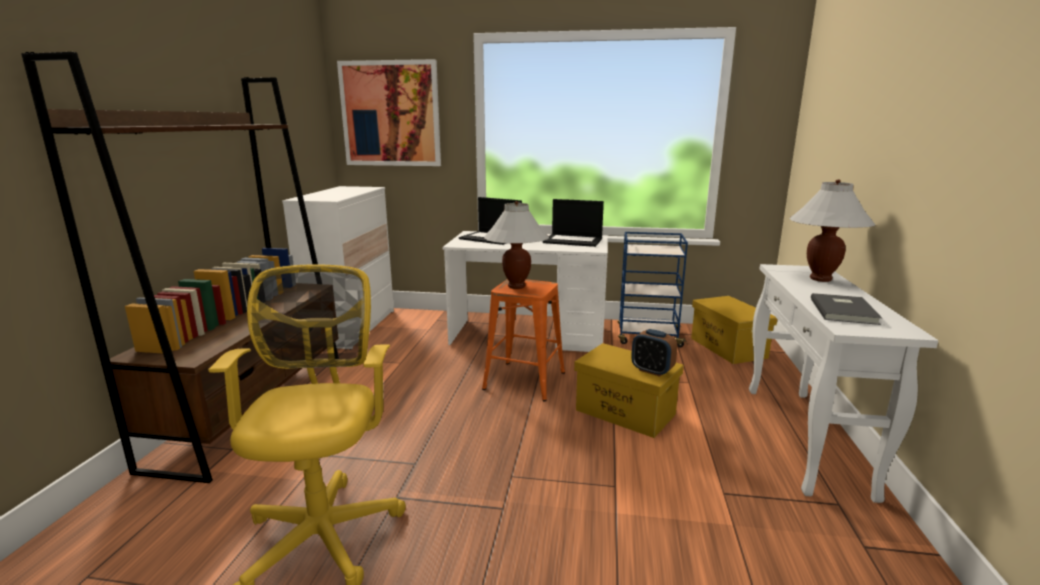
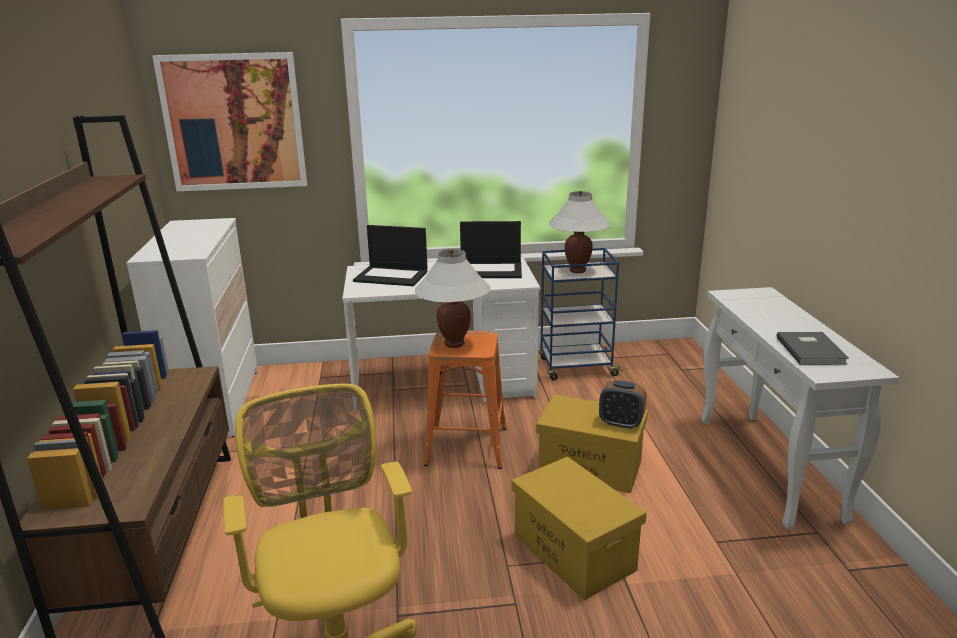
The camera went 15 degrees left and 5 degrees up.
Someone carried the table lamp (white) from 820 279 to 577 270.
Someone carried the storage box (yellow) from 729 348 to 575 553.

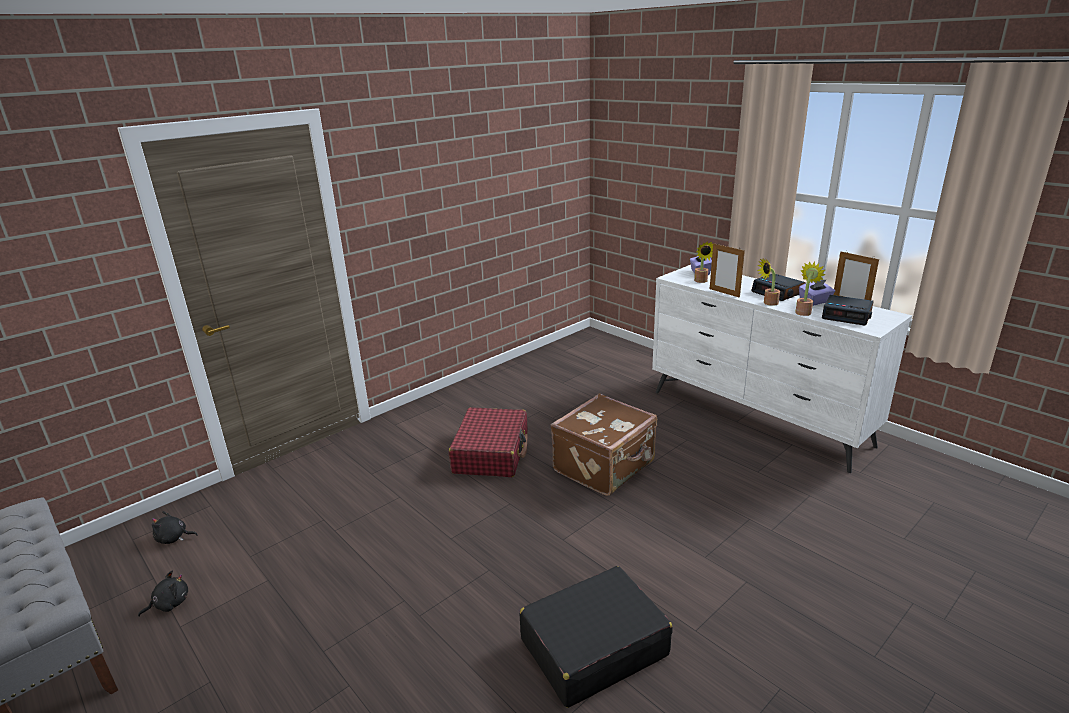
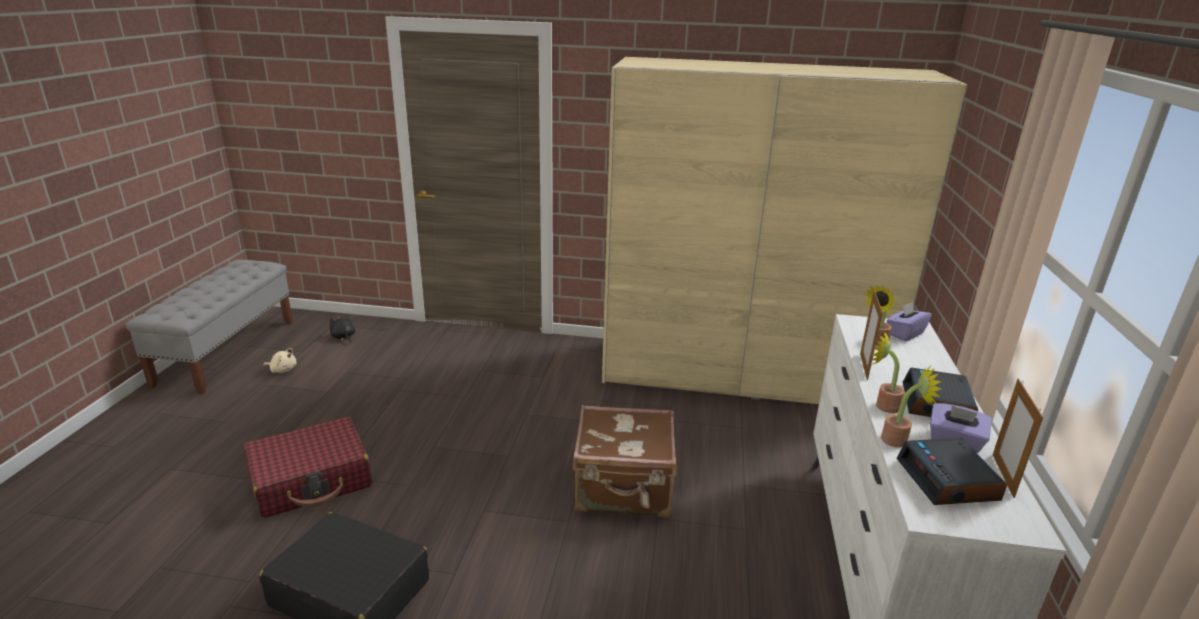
The camera went 50 degrees right and 0 degrees up.
Someone carried the suitcase (red) from 491 453 to 312 480.
Someone repainted the plush toy (black) at 169 604, which became the plush toy (beige) at 282 370.
Someone put down the wardrobe (beige) at 740 375.

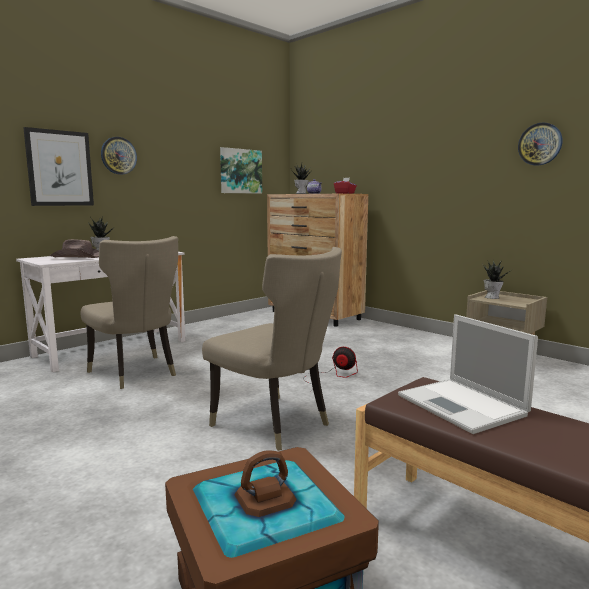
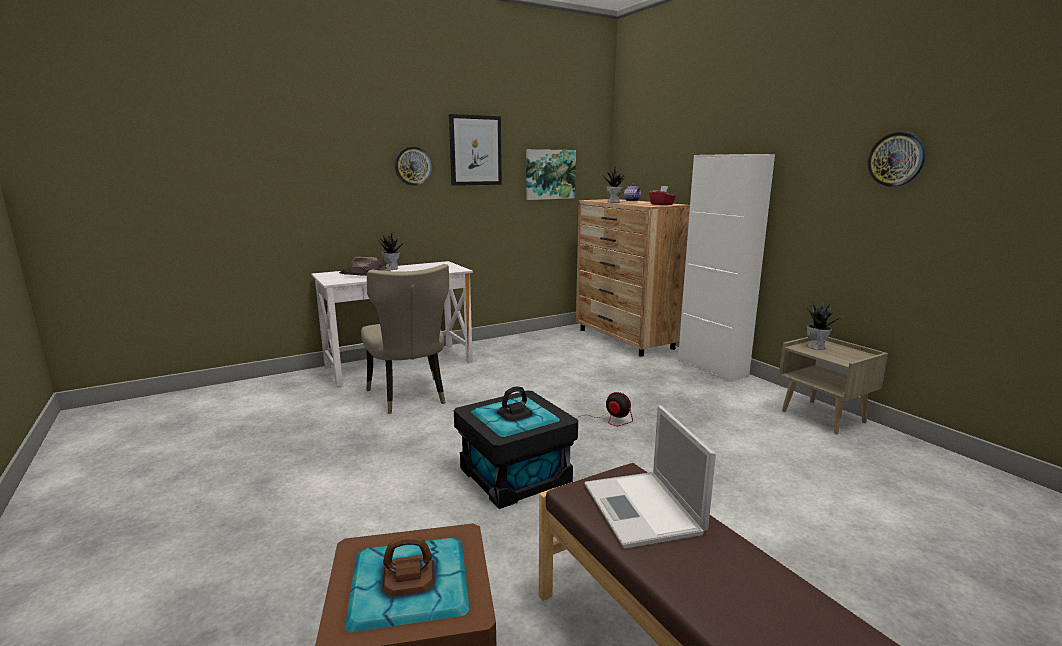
The camera went 15 degrees right and 5 degrees up.
Someone carried the picture from 59 168 to 475 150.
Someone swapped the chair (beige) at 276 424 for the storage box (black) at 515 475.
Someone put down the cabinet (white) at 712 368.

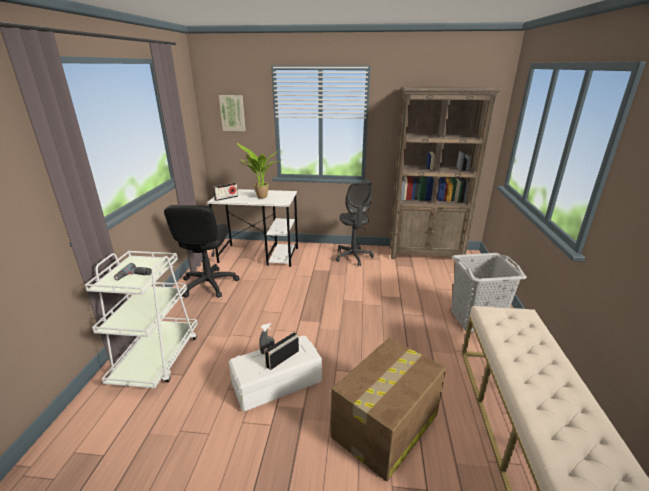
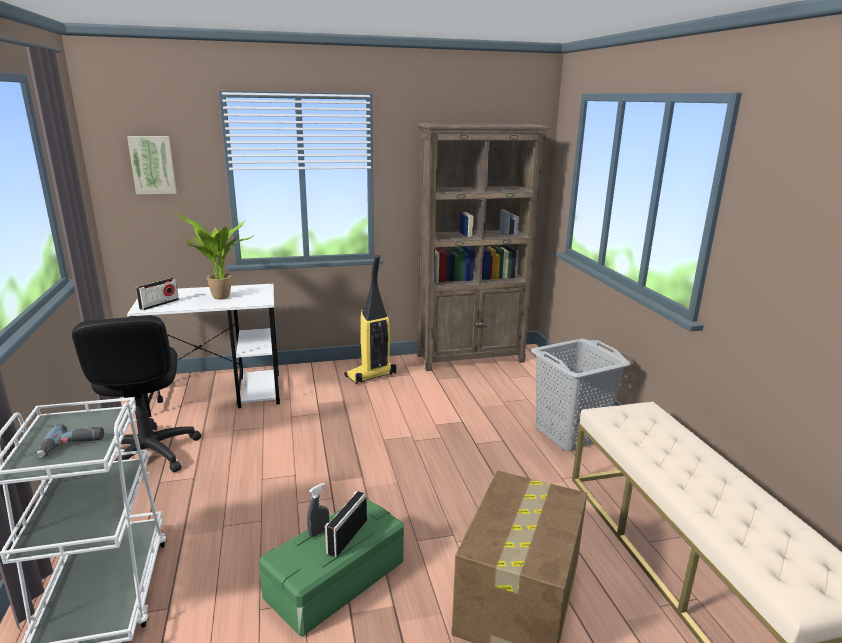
The camera went 20 degrees left and 5 degrees down.
Someone swapped the office chair (grey) at 353 257 for the vacuum cleaner at 370 376.
Someone repainted the storage box (white) at 276 383, which became the storage box (green) at 336 581.

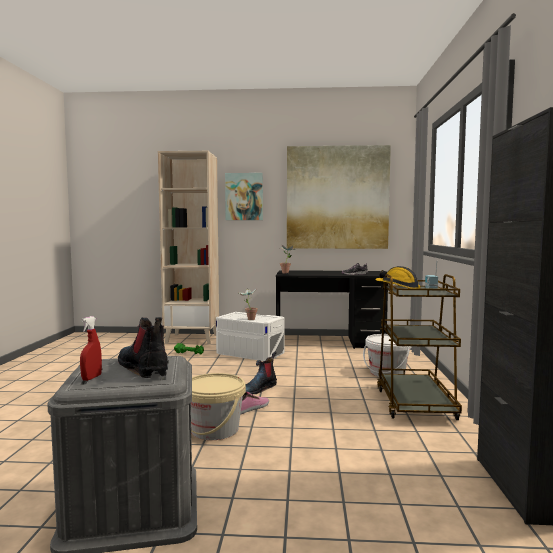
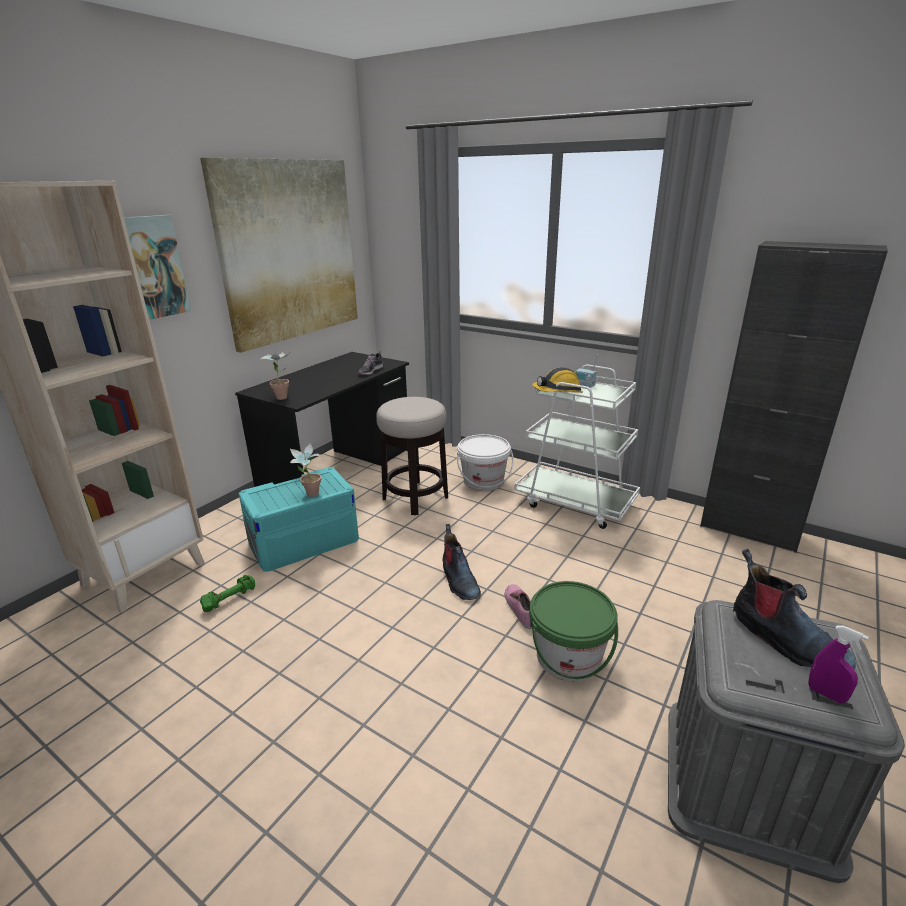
The camera went 60 degrees left and 20 degrees up.
Someone repainted the cart (brown) at 414 403, which became the cart (white) at 575 502.
Someone repainted the storage box (white) at 250 353, which became the storage box (turquoise) at 304 541.
Someone repainted the spray bottle (red) at 91 378, which became the spray bottle (purple) at 826 694.
Someone rotated the boot at 144 369 by 120 degrees counterclockwise.
Someone repainted the bucket (beige) at 214 429, which became the bucket (green) at 568 657.
Someone put down the stool at 415 498.

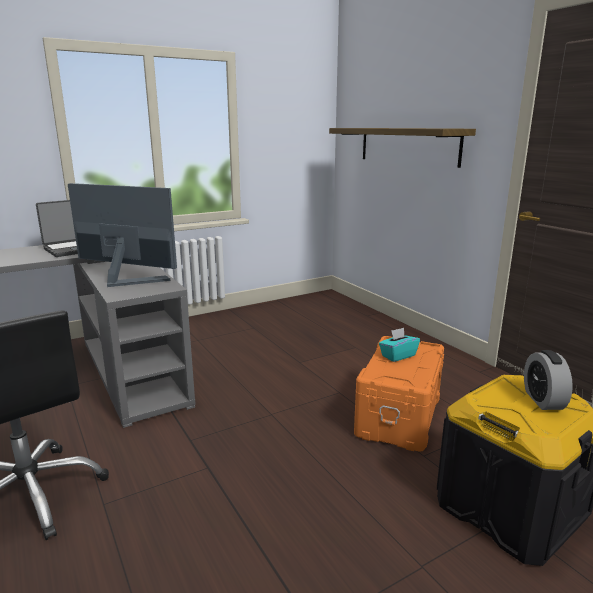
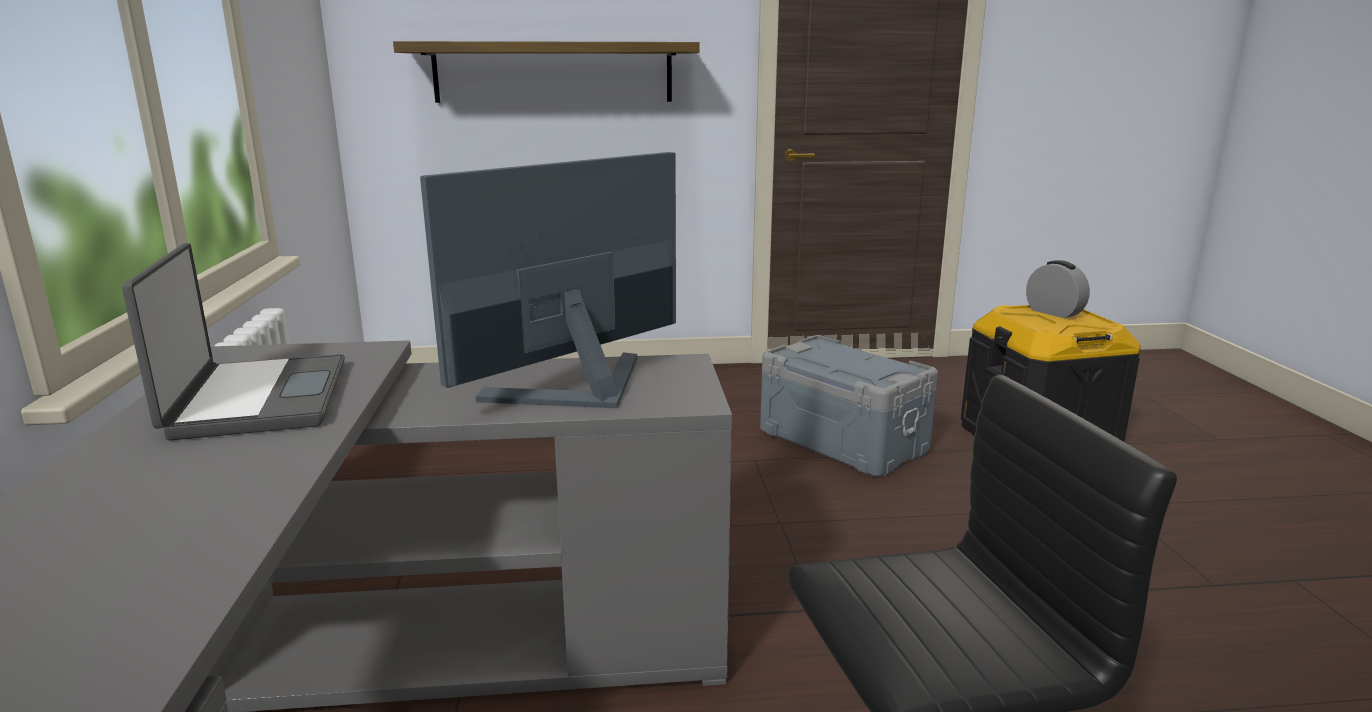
The camera went 65 degrees left and 0 degrees up.
Someone took away the tissue box (turquoise) at 398 355.
Someone repainted the storage box (orange) at 400 416, which became the storage box (grey) at 843 440.
Someone rotated the alarm clock at 543 400 by 150 degrees counterclockwise.

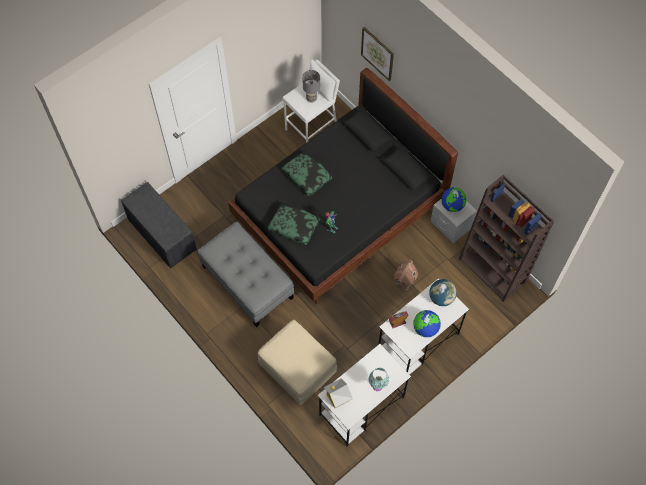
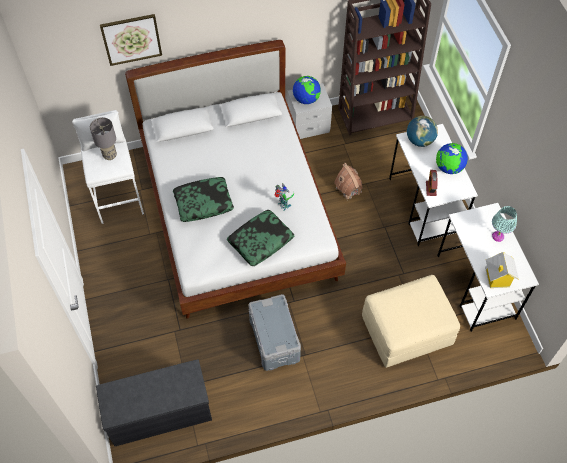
The camera went 65 degrees left and 5 degrees down.
Someone repainted the bed (black) at 339 212, which became the bed (white) at 238 214.
Someone swapped the ottoman (grey) at 248 281 for the storage box (grey) at 275 339.

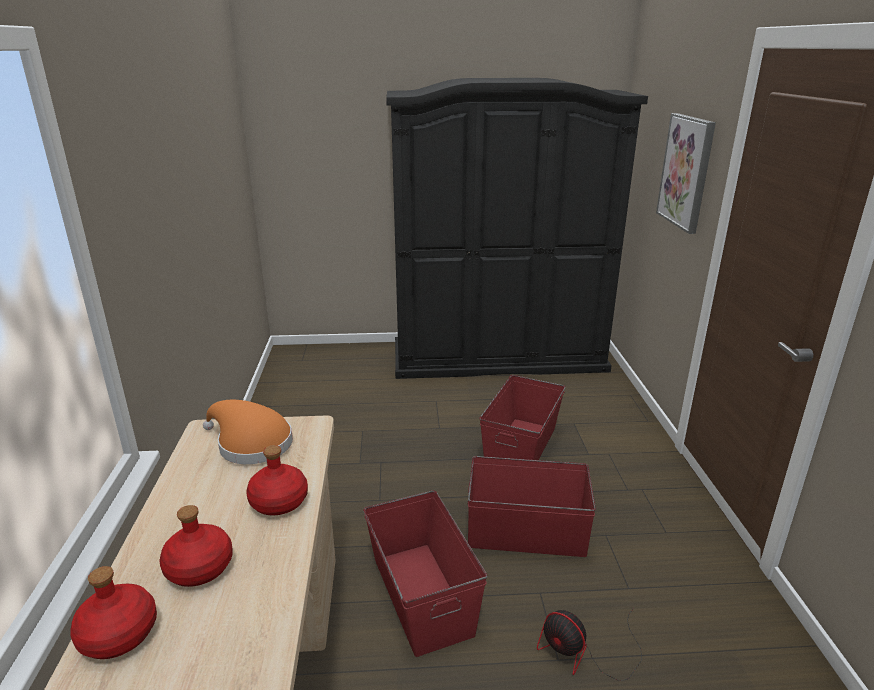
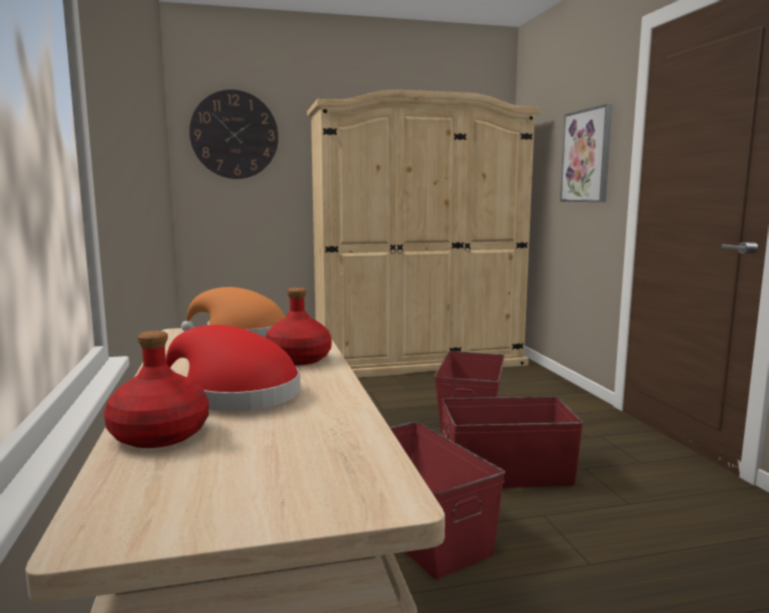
The camera went 10 degrees left and 15 degrees down.
Someone repainted the wardrobe (black) at 498 357, which became the wardrobe (beige) at 418 361.
Someone swapped the bottle (red) at 199 568 for the hat (red) at 234 395.
Someone took away the fan at 584 653.
Someone put up the wall clock at 234 135.

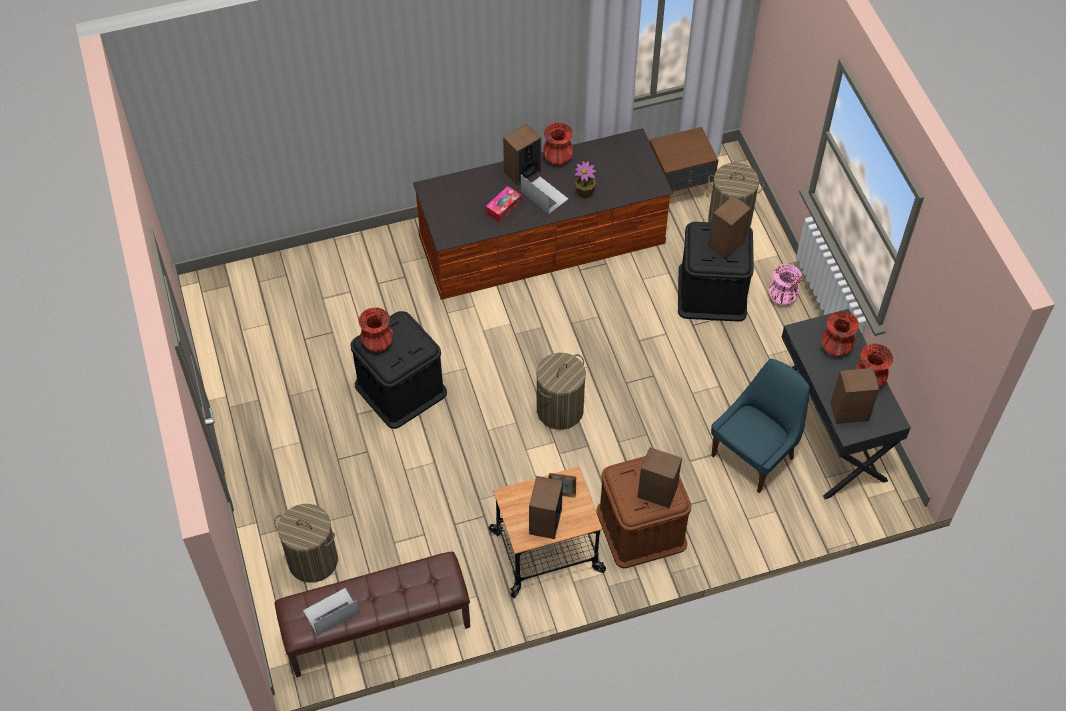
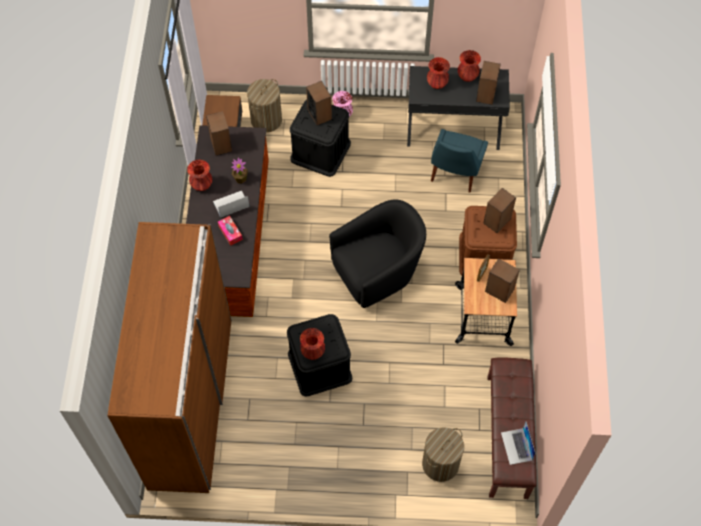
The camera went 70 degrees left and 5 degrees up.
Someone carried the speaker from 522 171 to 221 145.
Someone swapped the laundry basket at 560 410 for the armchair (black) at 378 271.
Someone rotated the chair (blue) at 754 455 by 135 degrees counterclockwise.
Someone put down the wardrobe (brown) at 190 402.

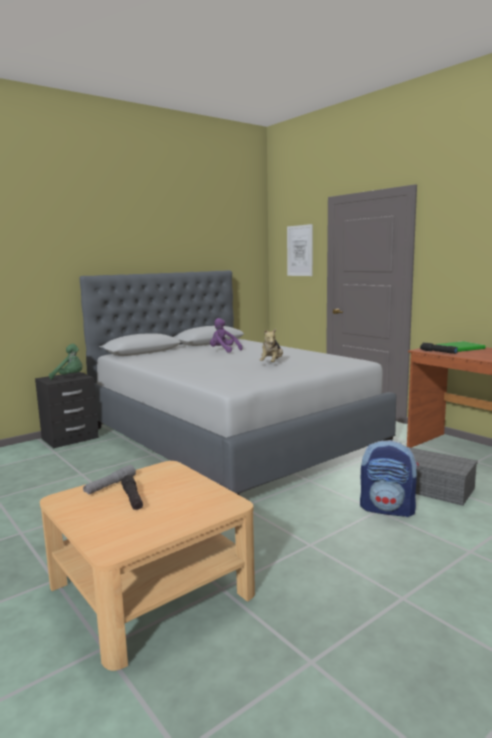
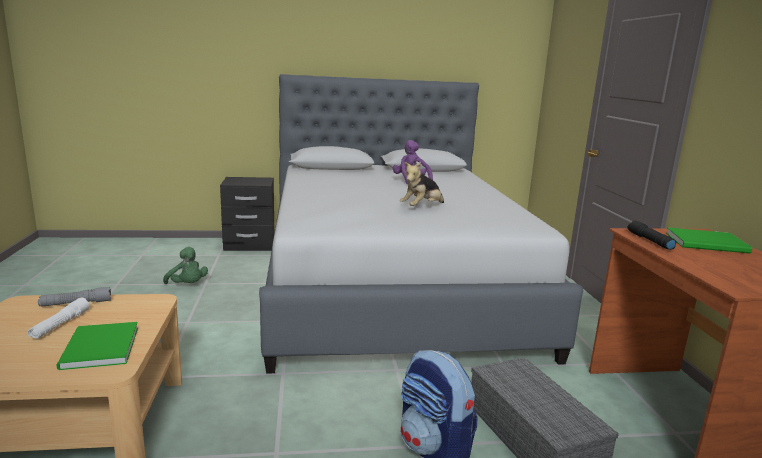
The camera went 30 degrees right and 5 degrees up.
Someone took away the picture at 300 250.
Someone carried the plush toy (green) from 70 377 to 187 285.
Someone repainted the flashlight (black) at 132 499, which became the flashlight (white) at 60 325.
Someone put down the book (green) at 98 349.

